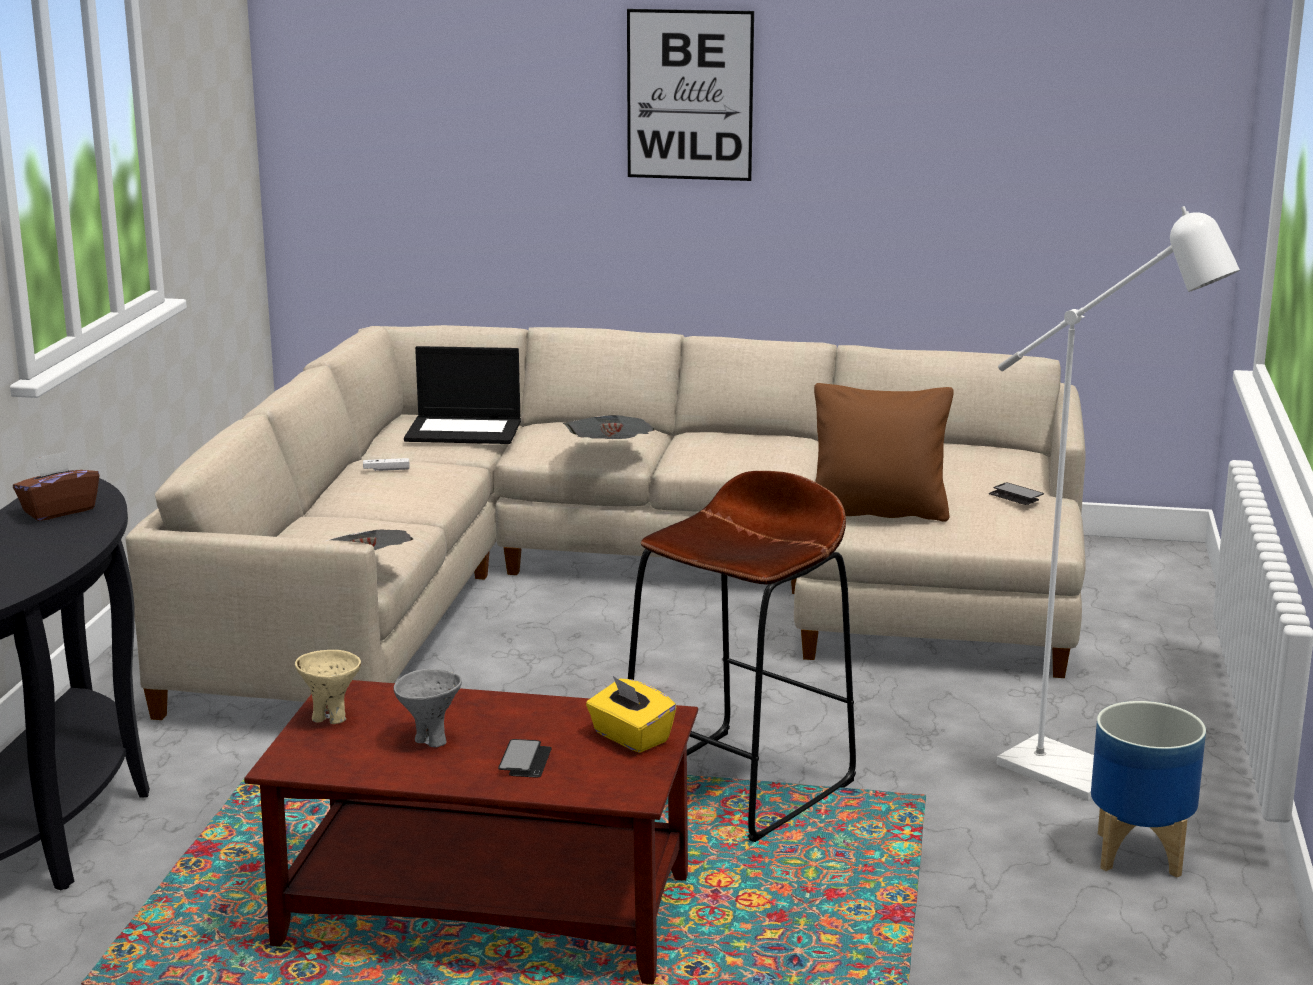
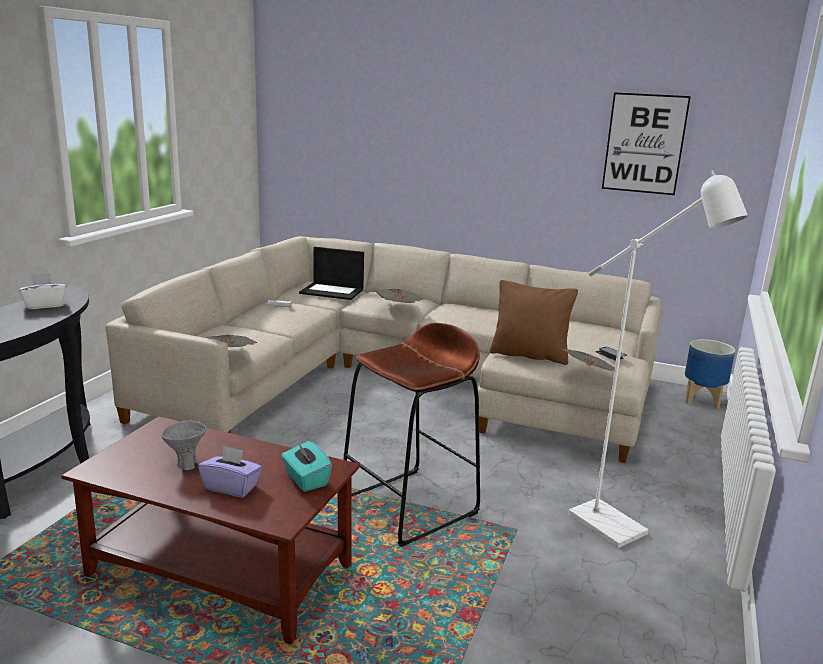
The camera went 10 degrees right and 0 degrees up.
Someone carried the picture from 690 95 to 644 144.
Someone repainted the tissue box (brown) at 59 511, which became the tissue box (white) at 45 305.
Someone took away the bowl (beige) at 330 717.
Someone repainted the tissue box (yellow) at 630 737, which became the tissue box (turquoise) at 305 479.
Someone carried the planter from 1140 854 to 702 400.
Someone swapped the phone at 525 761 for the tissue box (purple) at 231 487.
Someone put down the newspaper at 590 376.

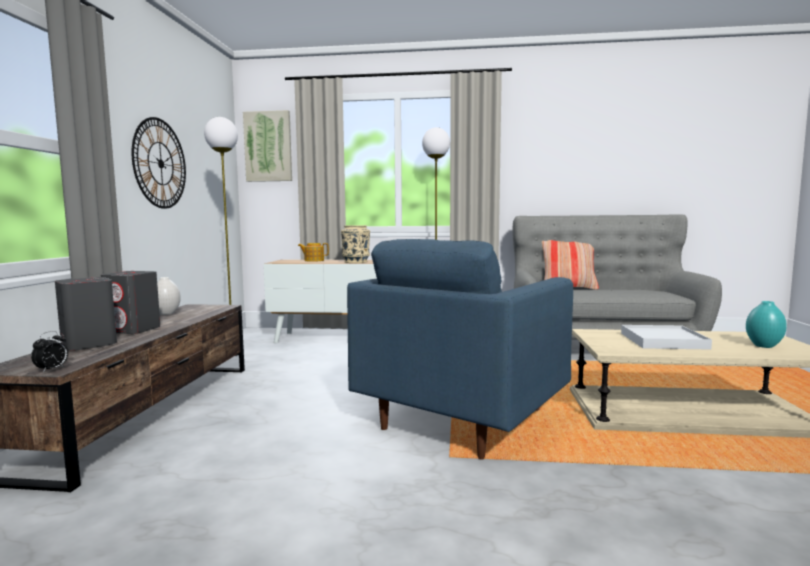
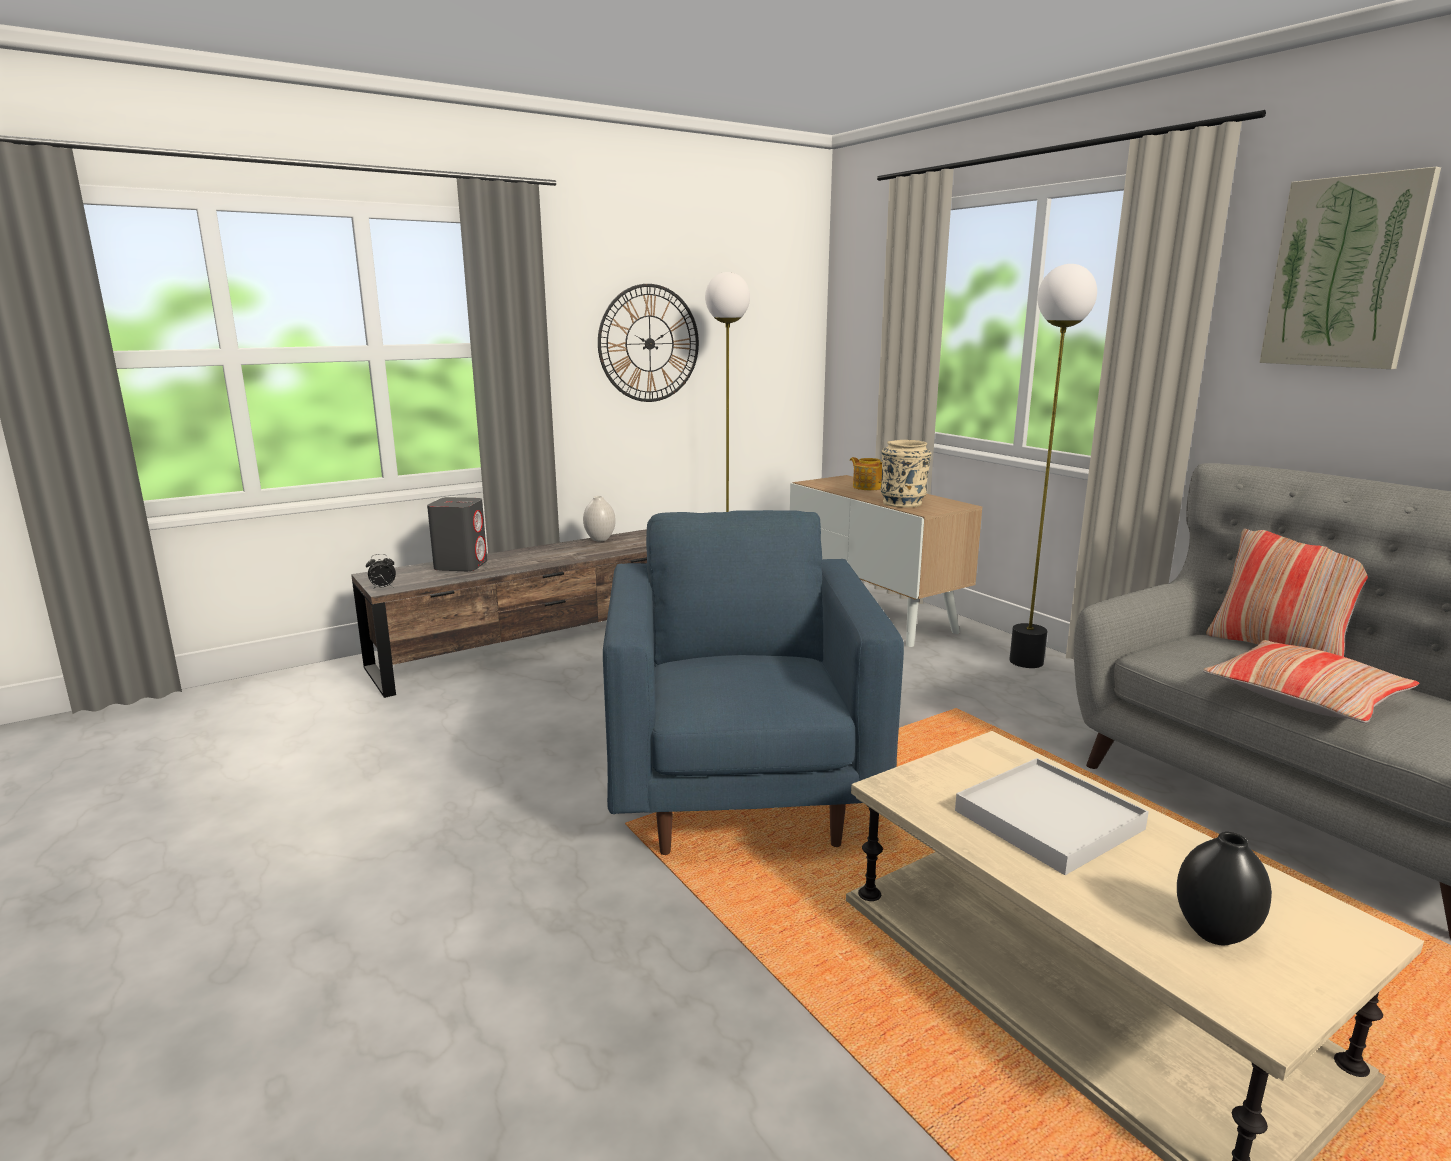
The camera went 50 degrees right and 10 degrees up.
Someone carried the picture from 268 146 to 1345 273.
Someone rotated the armchair (blue) at 462 419 by 90 degrees clockwise.
Someone took away the speaker (grey) at 134 330.
Someone repainted the vase (turquoise) at 763 346, which became the vase (black) at 1213 933.
Someone put down the pillow at 1305 697.

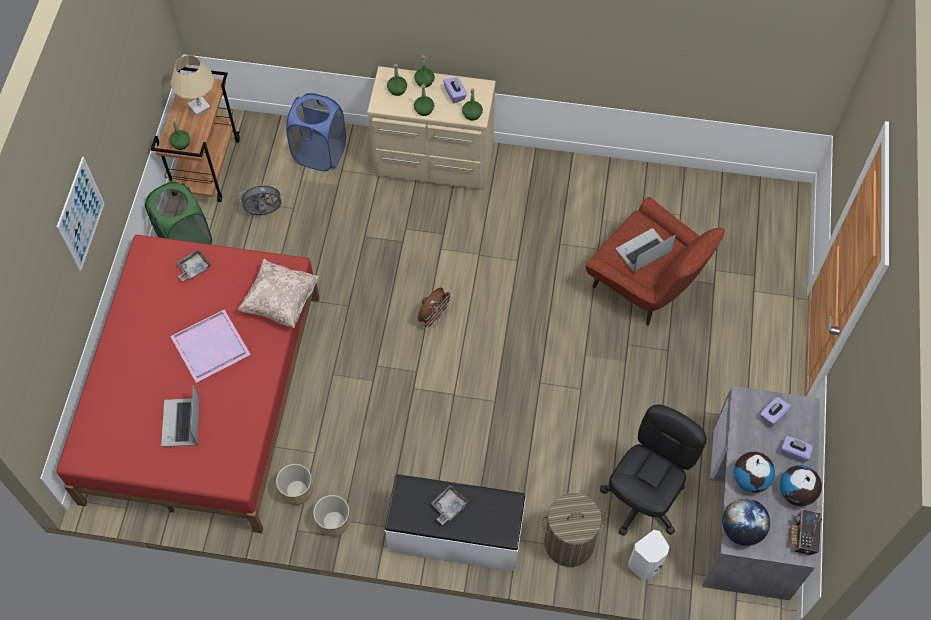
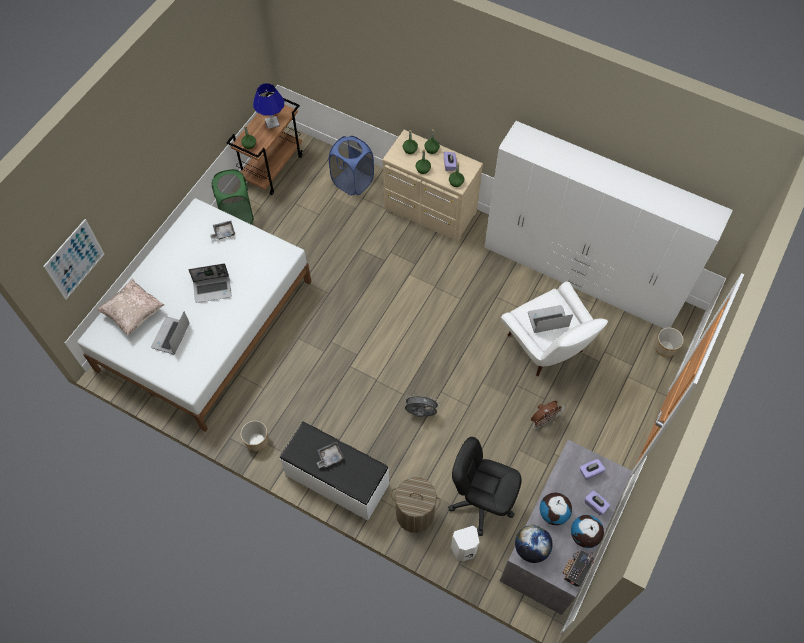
The camera went 20 degrees right and 0 degrees up.
Someone repainted the table lamp (beige) at 199 106, which became the table lamp (blue) at 272 123.
Someone carried the picture from 80 214 to 74 259.
Someone carried the fan (grey) from 264 212 to 420 413.
Someone repainted the armchair (red) at 646 286, which became the armchair (white) at 547 347.
Someone repainted the bed (red) at 202 396, which became the bed (white) at 205 324.
Someone carried the pillow (beige) from 281 302 to 134 313.
Someone carried the fan (brown) from 434 317 to 543 420.
Someone swapped the tray (purple) at 211 345 for the laptop at 213 289.
Someone rotated the office chair (black) at 643 500 by 120 degrees counterclockwise.
Someone carried the planter from 297 490 to 665 348.
Someone put down the wardrobe (white) at 580 275.

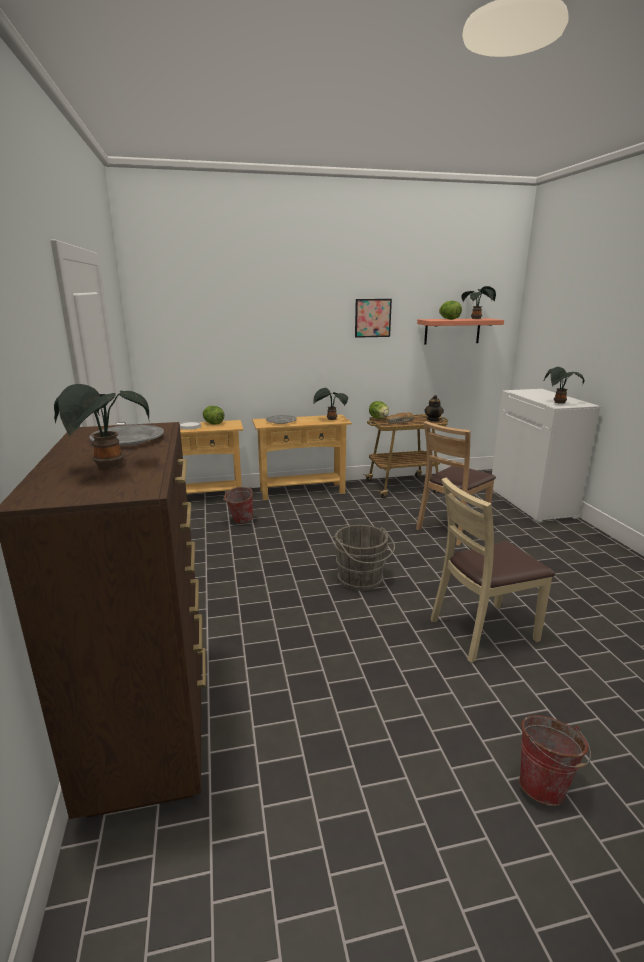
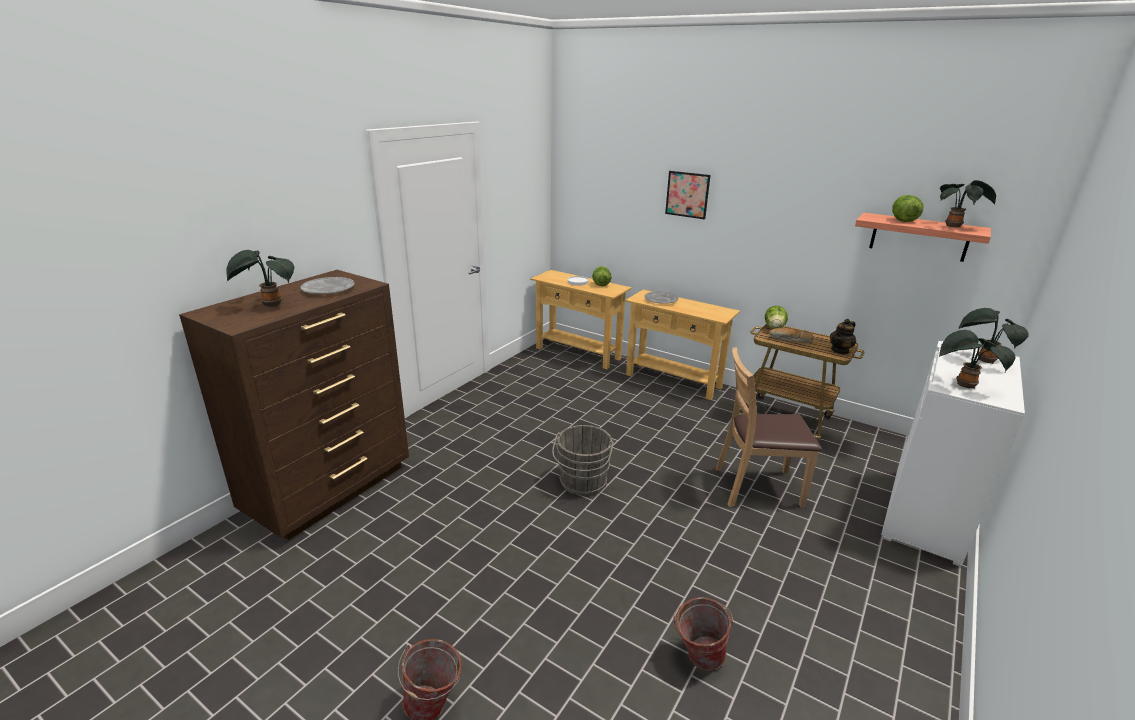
The camera went 45 degrees right and 5 degrees up.
Someone carried the picture from 372 318 to 687 194.
Someone carried the potted plant from 330 419 to 983 360.
Someone took away the chair (beige) at 482 631.
Someone carried the bucket from 239 521 to 697 657.

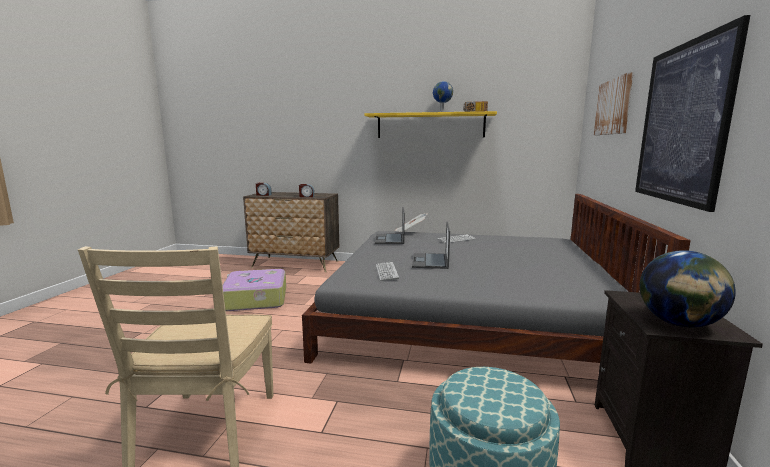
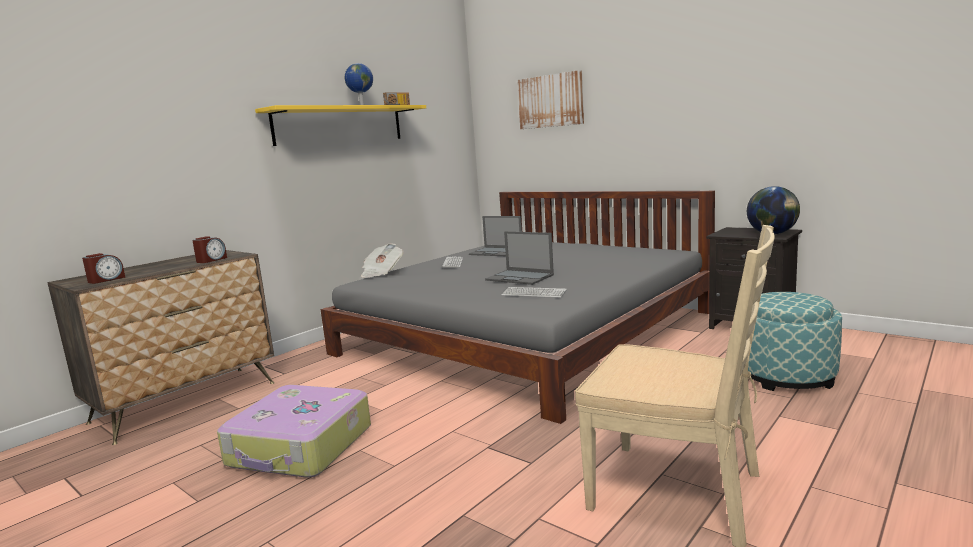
The camera went 60 degrees left and 0 degrees up.
Someone took away the picture at 682 123.
Someone carried the laptop from 390 239 to 496 252.

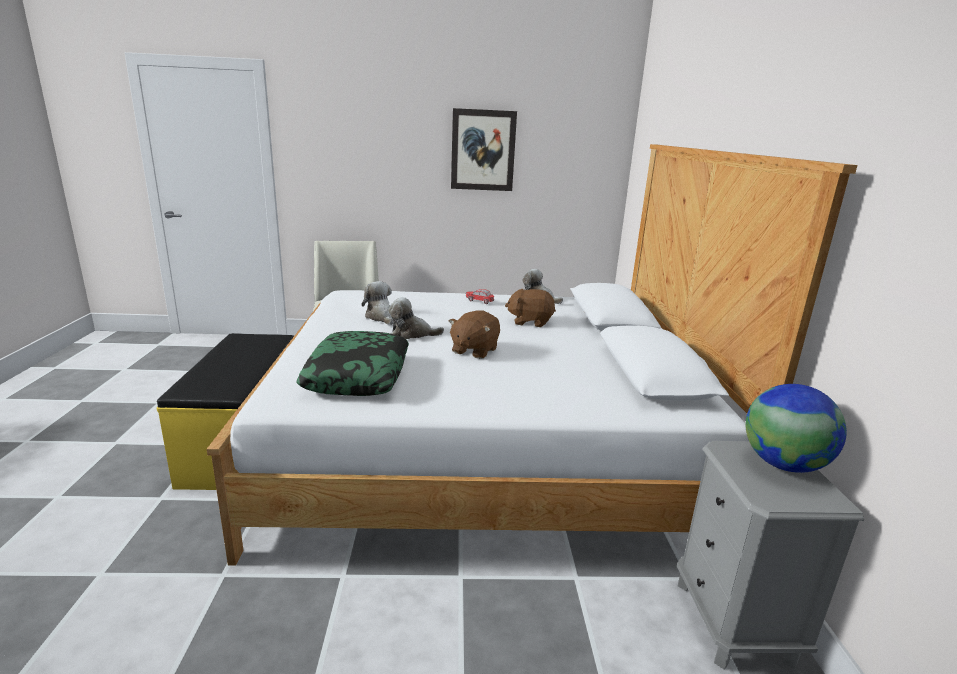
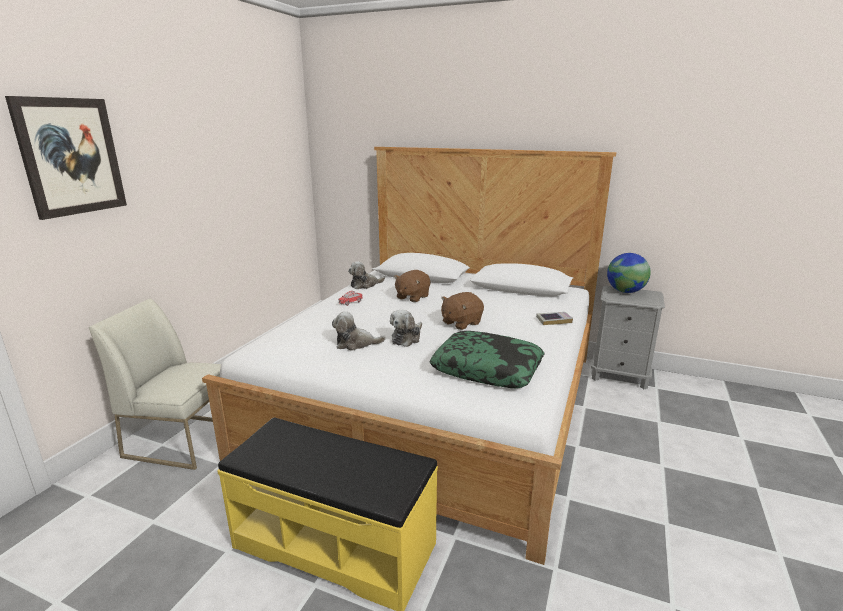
The camera went 65 degrees left and 0 degrees up.
Someone carried the picture from 483 150 to 71 156.
Someone rotated the plush toy (brown) at 474 350 by 90 degrees clockwise.
Someone put down the book at 554 320.

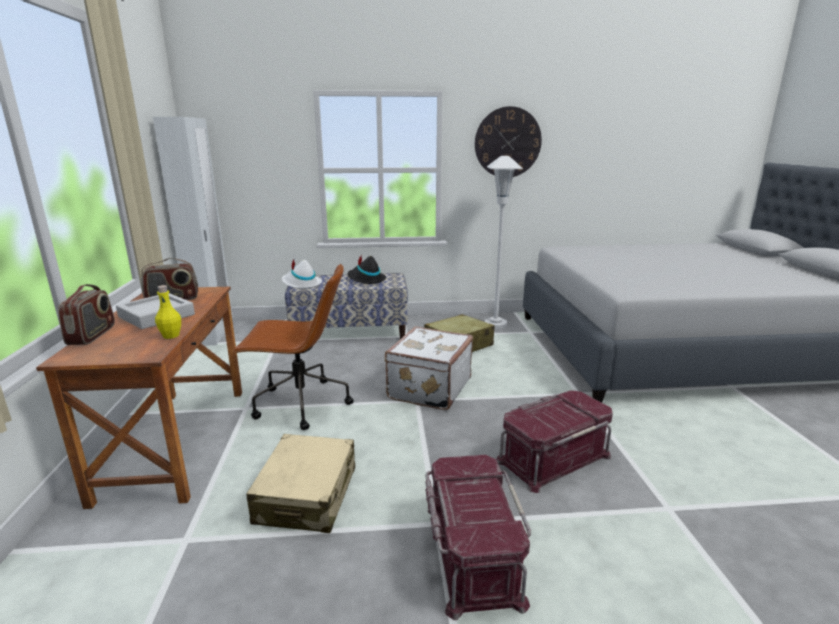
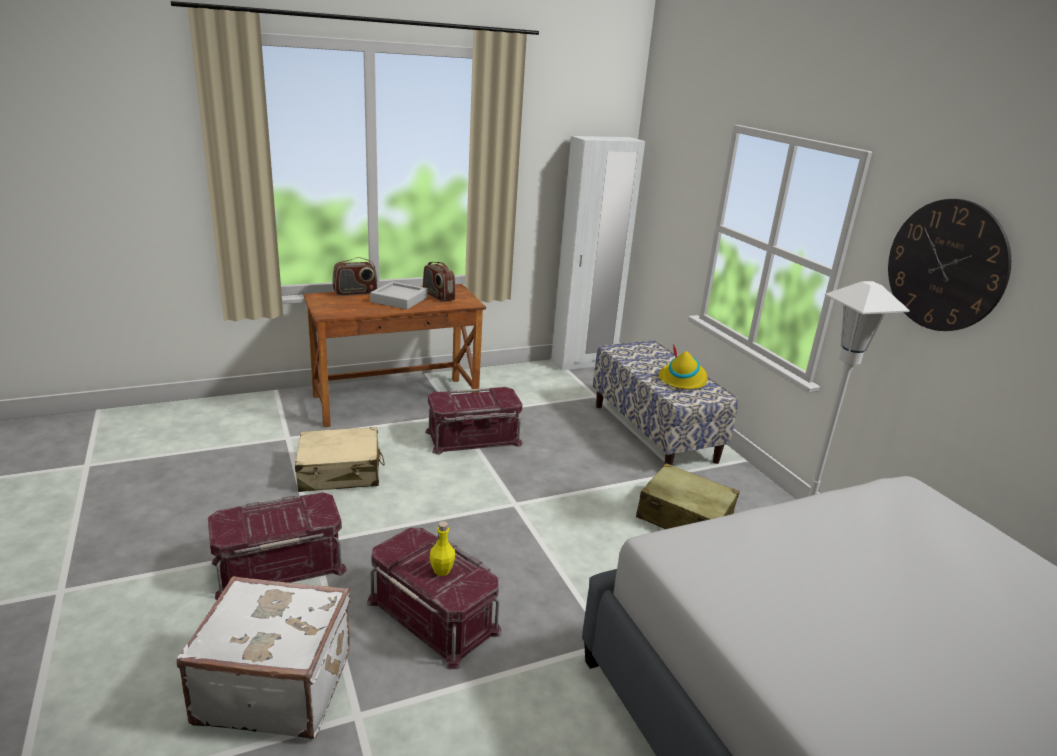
The camera went 70 degrees right and 5 degrees up.
Someone repainted the hat (black) at 366 279, which became the hat (yellow) at 682 379.
Someone took away the hat (white) at 301 284.
Someone swapped the office chair (brown) at 300 404 for the storage box (red) at 473 438.
Someone carried the bottle (yellow) from 171 336 to 442 570.
Someone carried the suitcase (white) from 428 389 to 275 685.

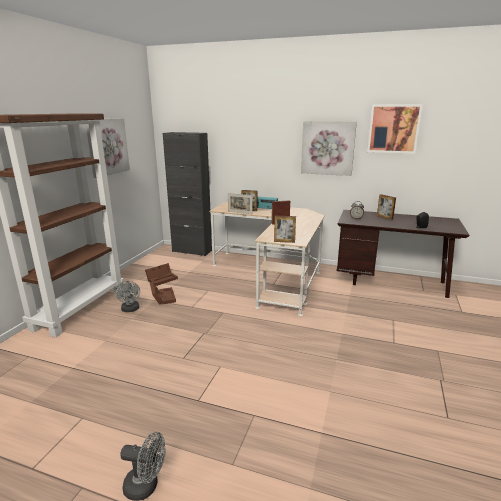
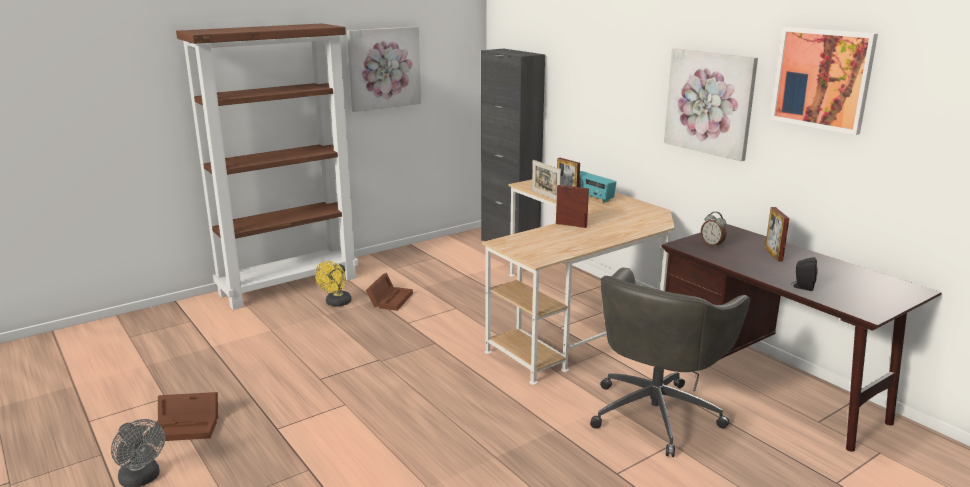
The camera went 35 degrees right and 0 degrees up.
Someone took away the picture frame at 284 241.
Someone carried the storage box (brown) from 162 279 to 188 426.
Someone repainted the fan (grey) at 130 310, which became the fan (yellow) at 336 303.
Someone put down the office chair (grey) at 656 412.

